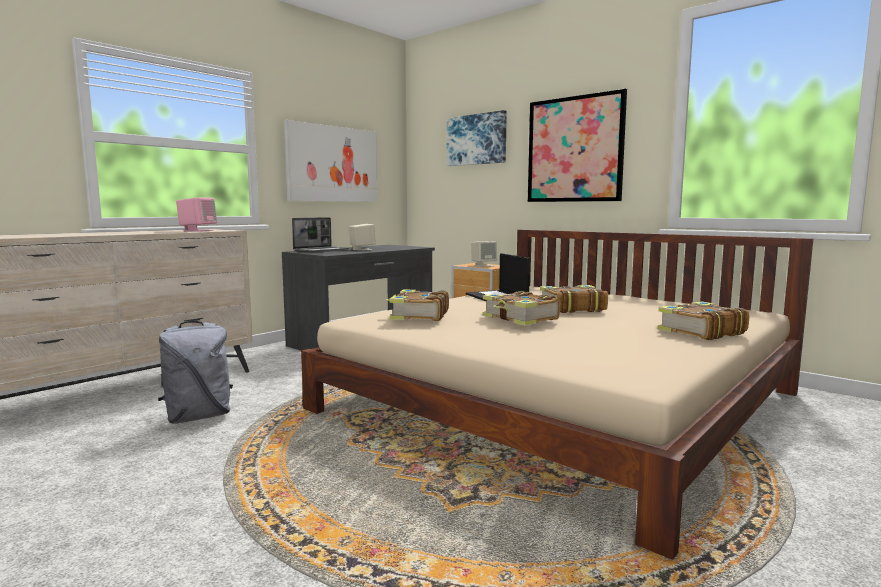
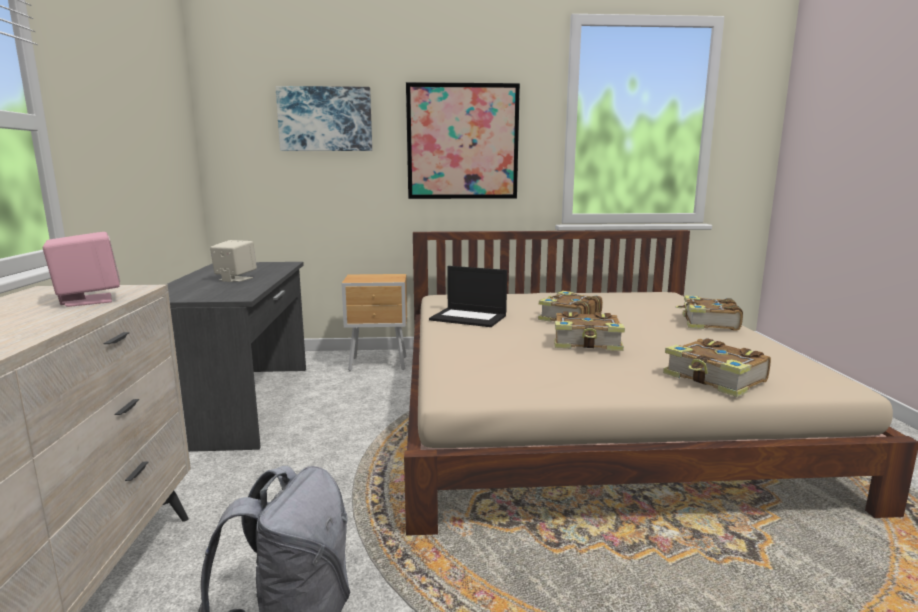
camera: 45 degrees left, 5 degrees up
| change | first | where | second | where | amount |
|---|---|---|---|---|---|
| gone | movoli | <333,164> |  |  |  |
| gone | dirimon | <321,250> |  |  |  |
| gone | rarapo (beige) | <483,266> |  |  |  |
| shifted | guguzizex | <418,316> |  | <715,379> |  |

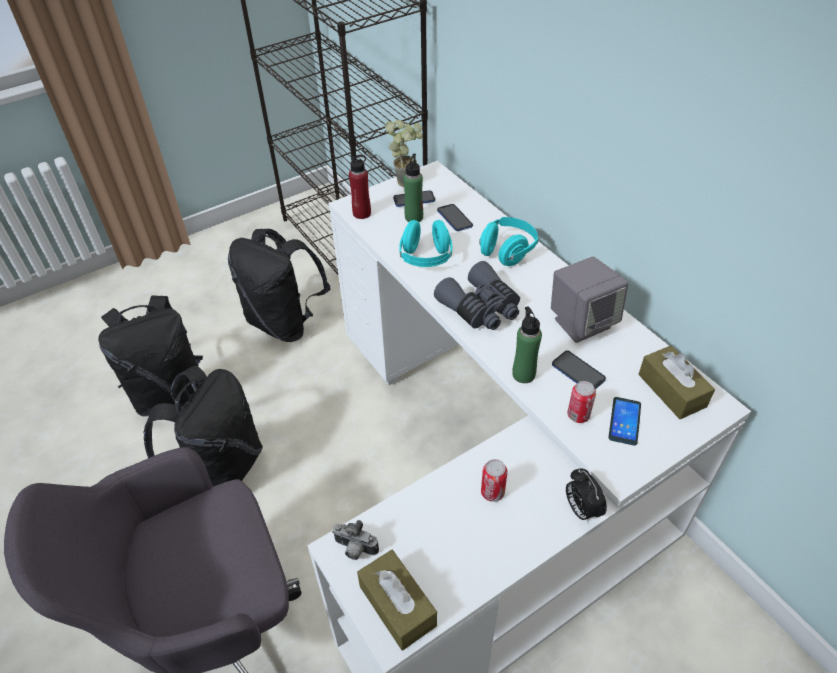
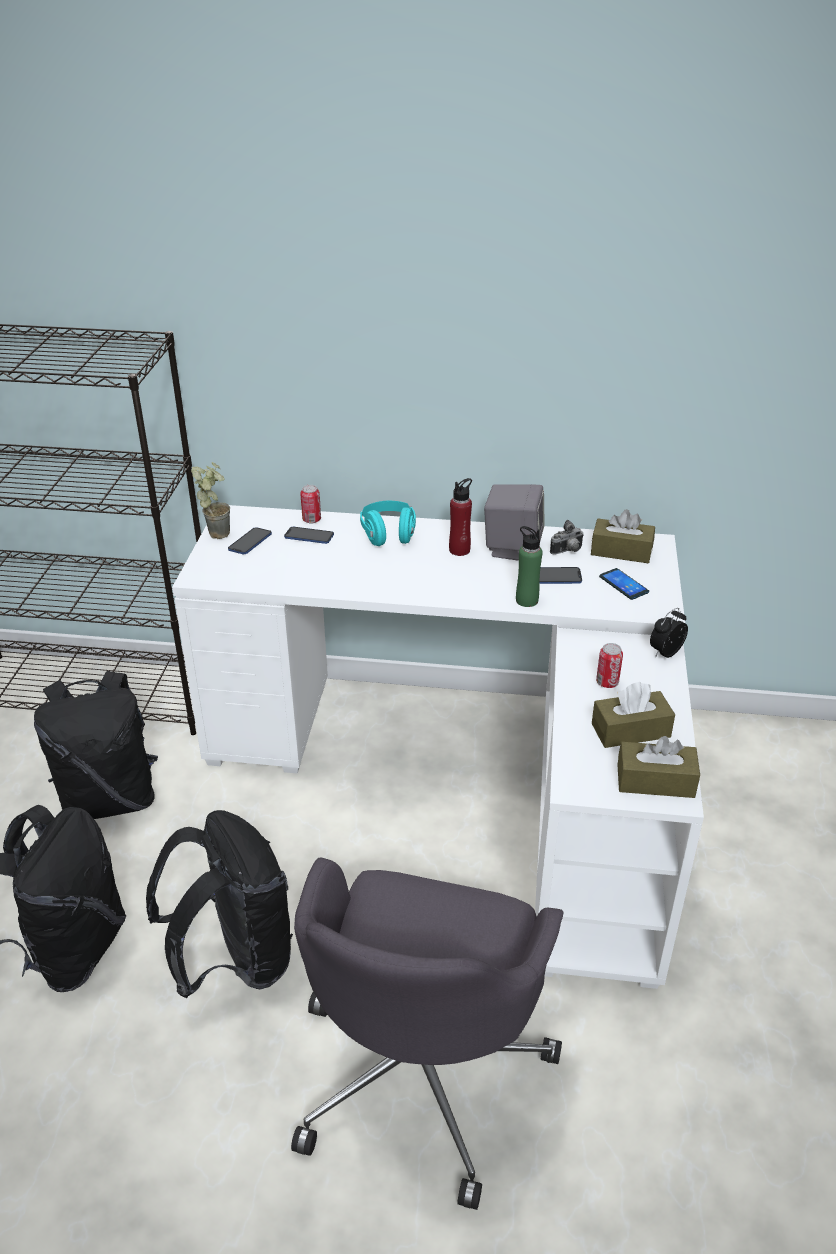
camera: 50 degrees left, 10 degrees down
| change | first | where | second | where | amount |
|---|---|---|---|---|---|
| gone | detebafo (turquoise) | <426,258> |  |  |  |
| gone | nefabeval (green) | <414,217> |  |  |  |
| gone | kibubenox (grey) | <481,308> |  |  |  |
| new |  |  | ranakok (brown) | <630,730> |  |
| shifted | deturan | <354,549> |  | <568,551> |  |
| shifted | nefabeval (red) | <362,213> |  | <459,550> |  |
| shifted | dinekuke | <578,415> |  | <311,520> |  |
| rotated | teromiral | <581,509> |  | <665,652> | 120 degrees clockwise |

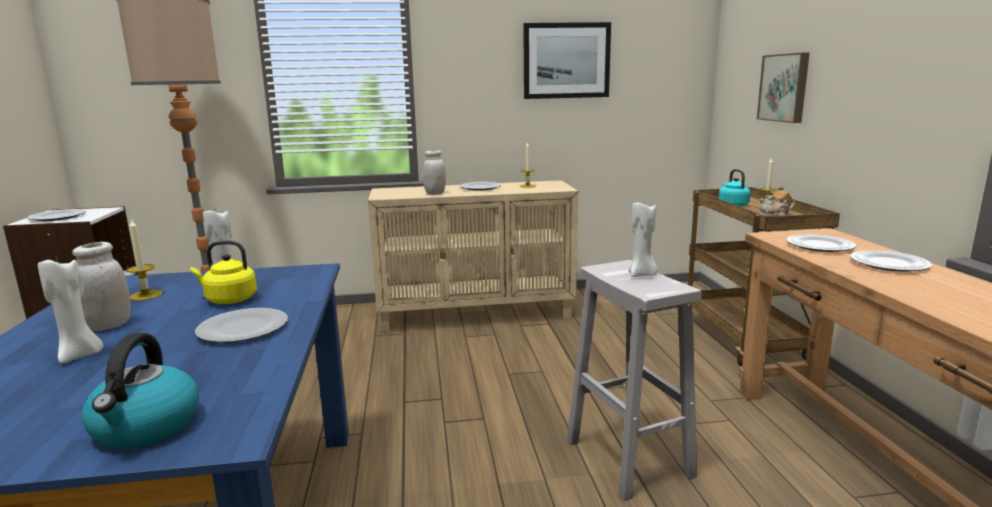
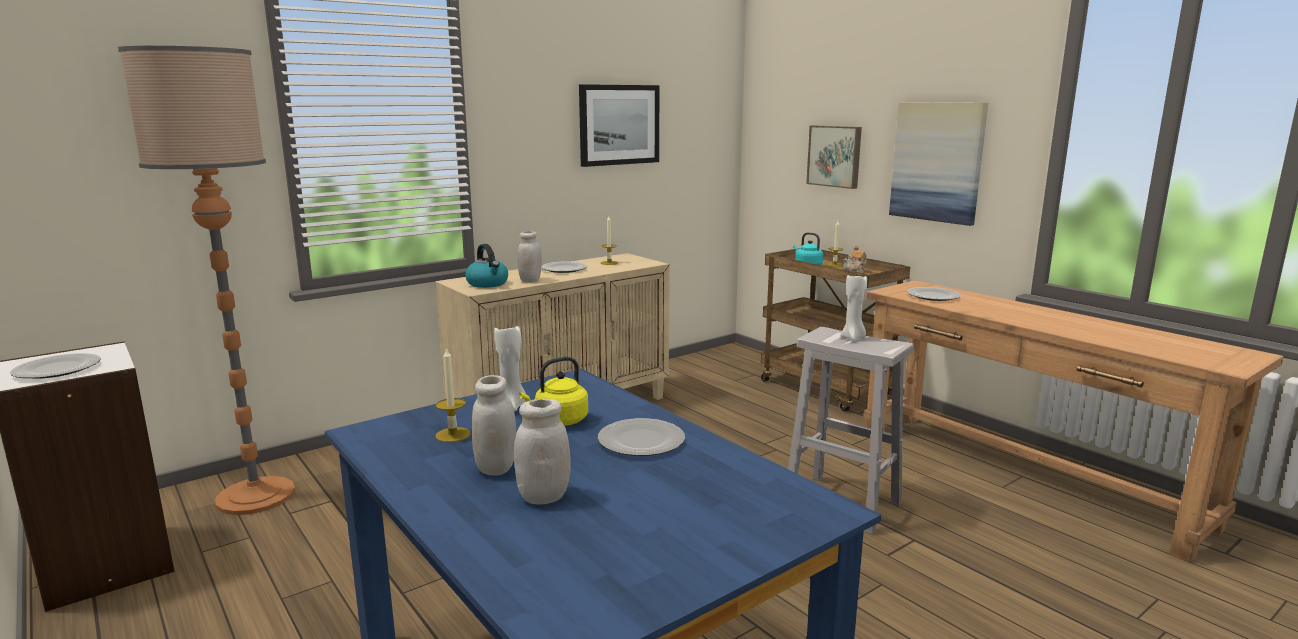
camera: 30 degrees left, 0 degrees up
| change | first | where | second | where | amount |
|---|---|---|---|---|---|
| gone | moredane | <890,264> |  |  |  |
| new |  |  | movoli | <937,162> |  |
| shifted | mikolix | <146,427> |  | <488,284> |  |
| swapped | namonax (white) | <80,355> | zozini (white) | <543,497> |  |

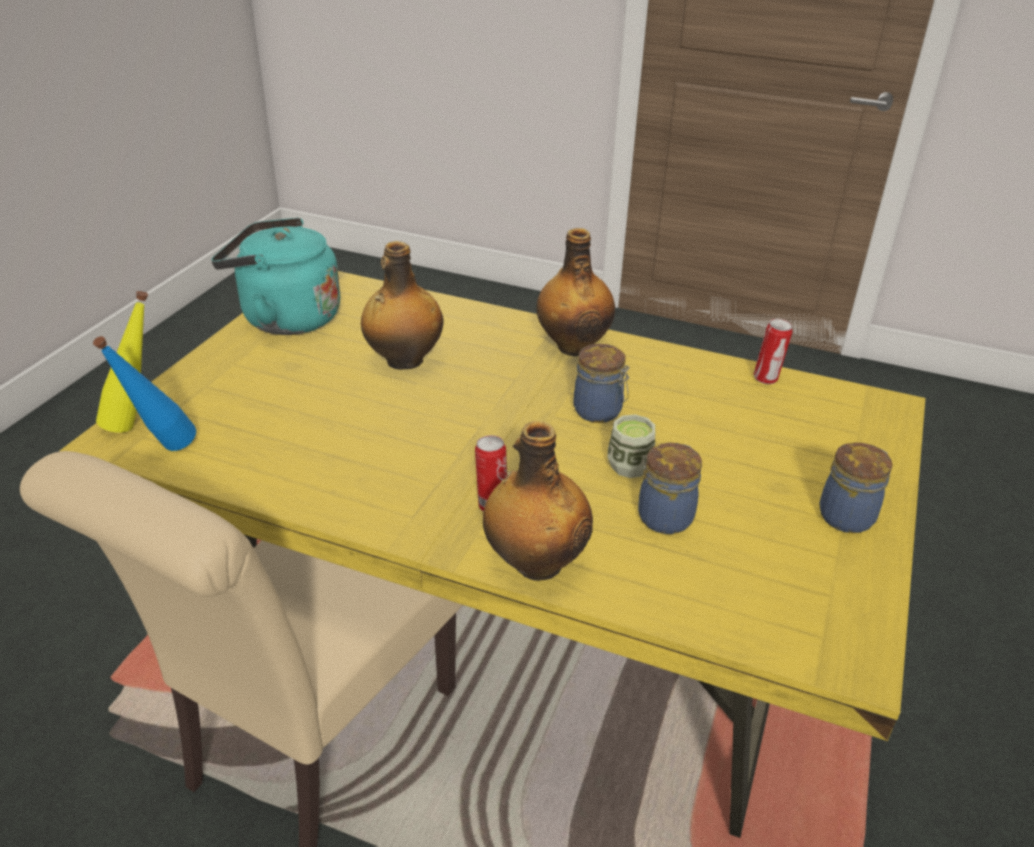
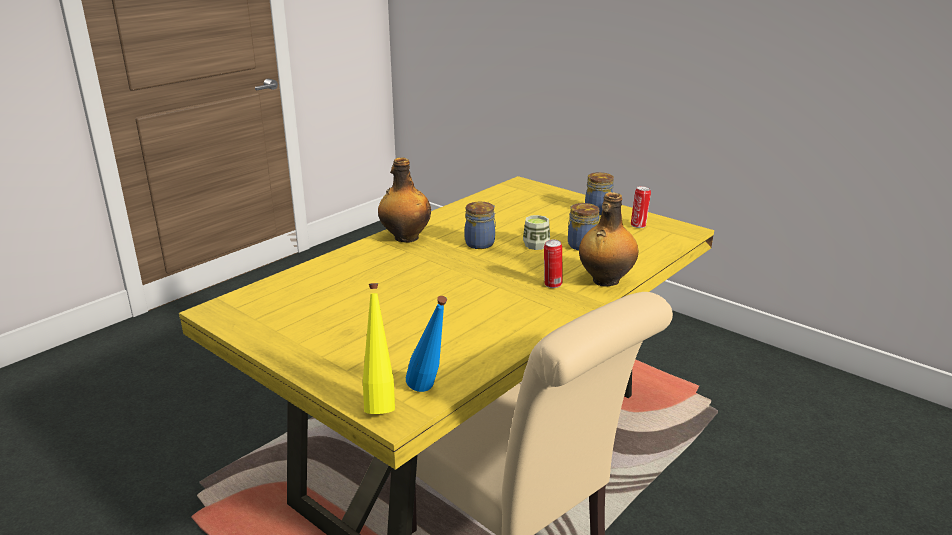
camera: 70 degrees left, 10 degrees down
| change | first | where | second | where | amount |
|---|---|---|---|---|---|
| gone | mikolix (turquoise) | <285,318> |  |  |  |
| gone | nefabeval | <403,361> |  |  |  |
| shifted | dinekuke | <766,379> |  | <638,225> |  |

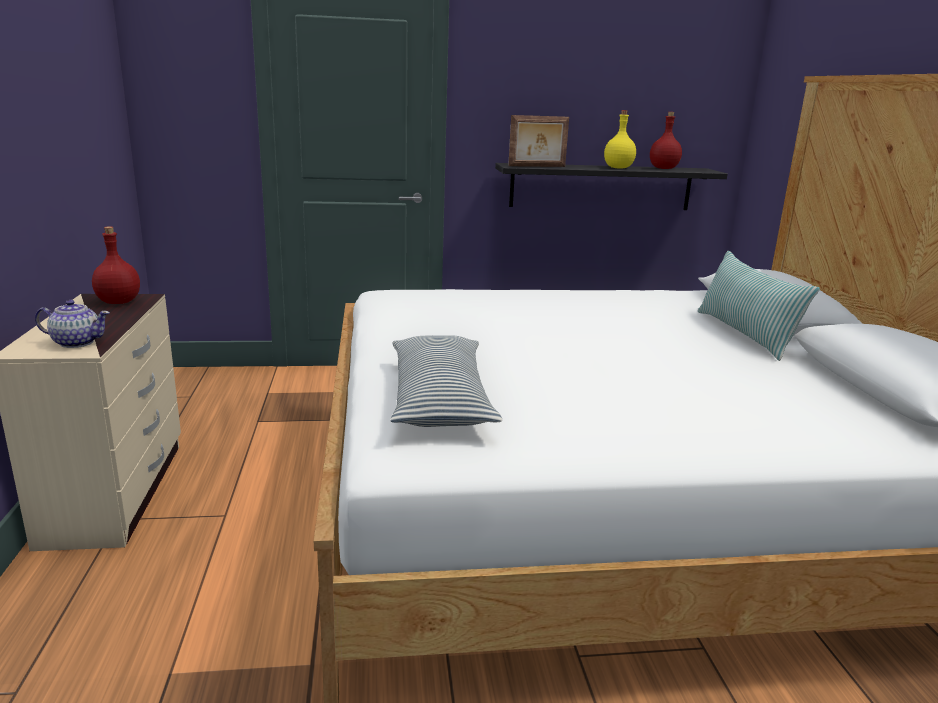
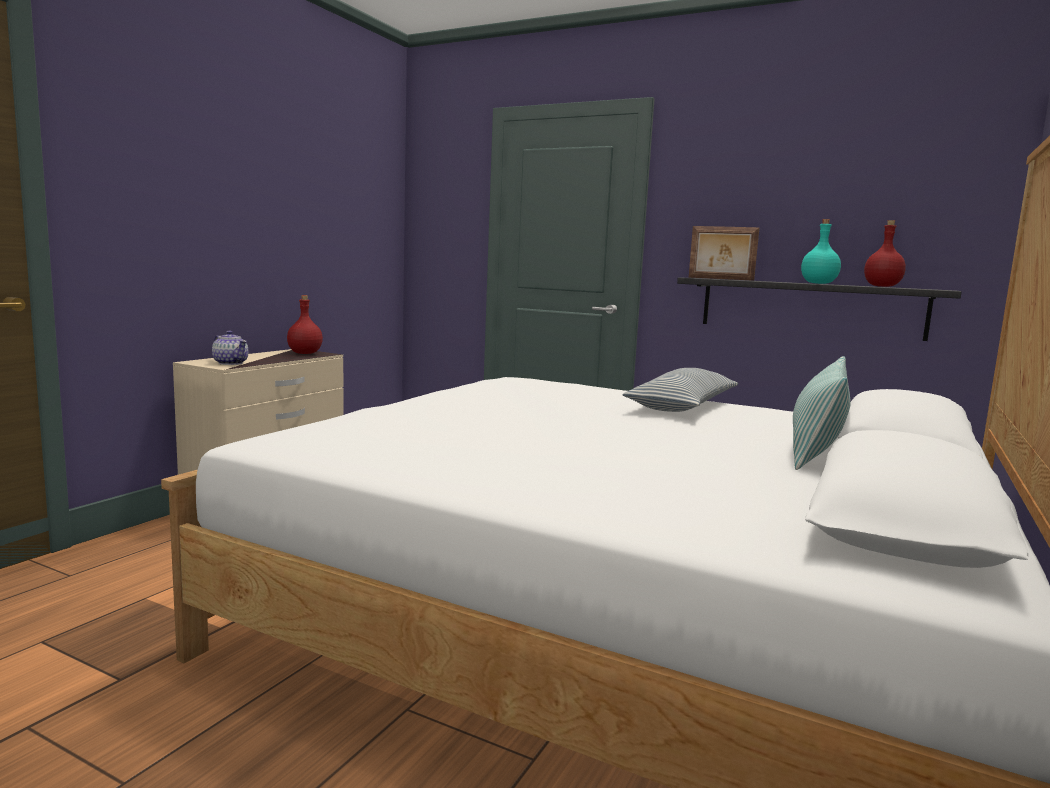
camera: 35 degrees right, 10 degrees down
| change | first | where | second | where | amount |
|---|---|---|---|---|---|
| shifted | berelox | <439,398> |  | <682,406> |  |
| repainted | nefabeval (yellow) | <617,168> | nefabeval (turquoise) | <818,283> |  |

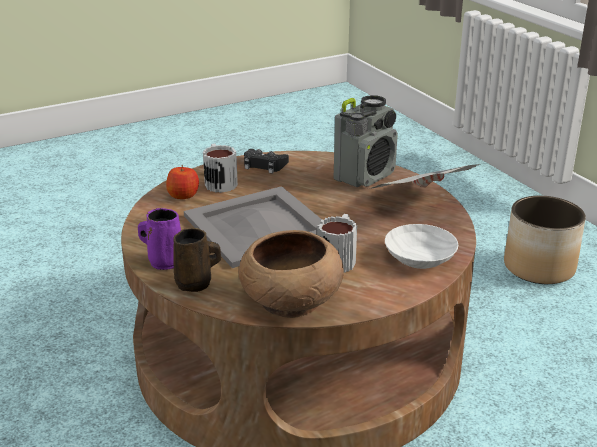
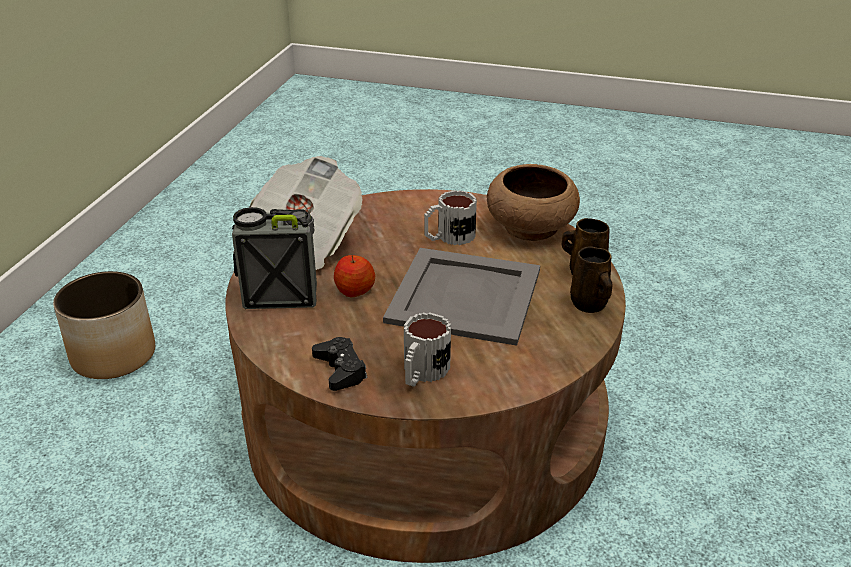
camera: 135 degrees left, 5 degrees up
| change | first | where | second | where | amount |
|---|---|---|---|---|---|
| gone | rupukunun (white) | <421,258> |  |  |  |
| shifted | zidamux | <183,195> |  | <354,290> |  |
| repainted | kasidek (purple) | <164,261> | kasidek (brown) | <589,305> |  |

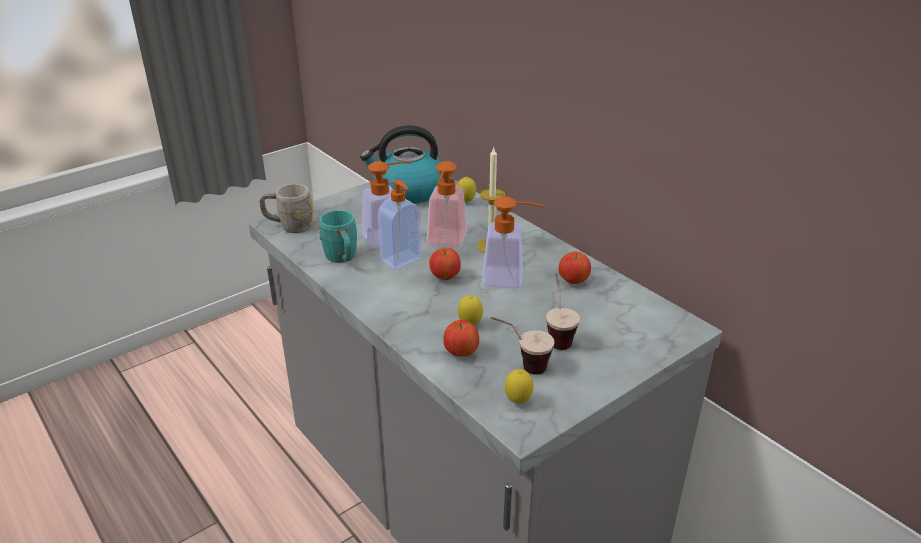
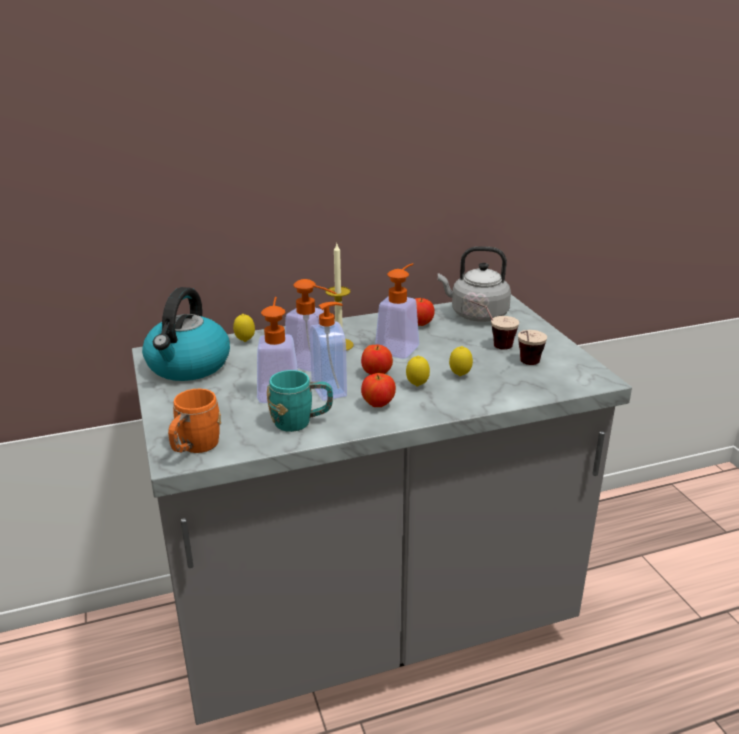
camera: 70 degrees left, 5 degrees down
| change | first | where | second | where | amount |
|---|---|---|---|---|---|
| new |  |  | mikolix (grey) | <476,315> |  |
| shifted | zidamux | <461,353> |  | <378,404> |  |
| shifted | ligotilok | <518,402> |  | <417,386> |  |
| repainted | kasidek (grey) | <289,226> | kasidek (orange) | <195,448> |  |

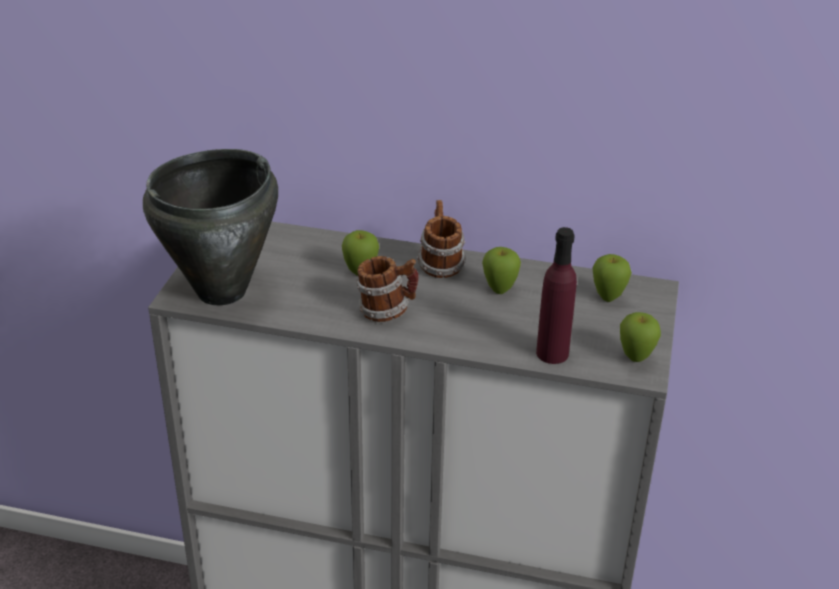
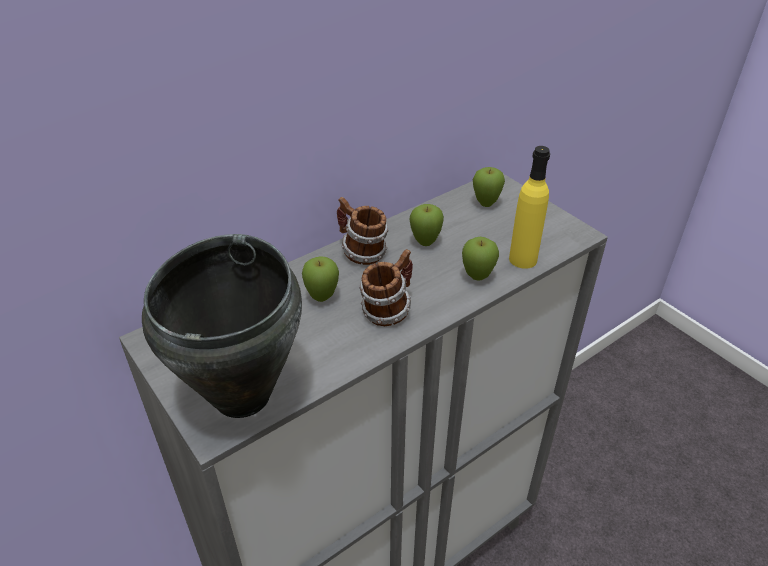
camera: 50 degrees left, 5 degrees up
| change | first | where | second | where | amount |
|---|---|---|---|---|---|
| shifted | zidamux | <635,358> |  | <477,277> |  |
| repainted | nefabeval (purple) | <552,353> | nefabeval (yellow) | <523,259> |  |

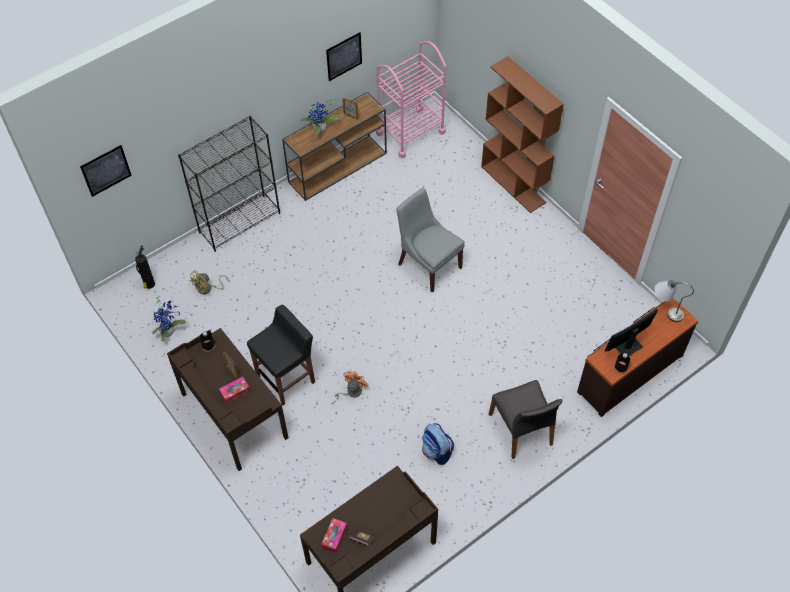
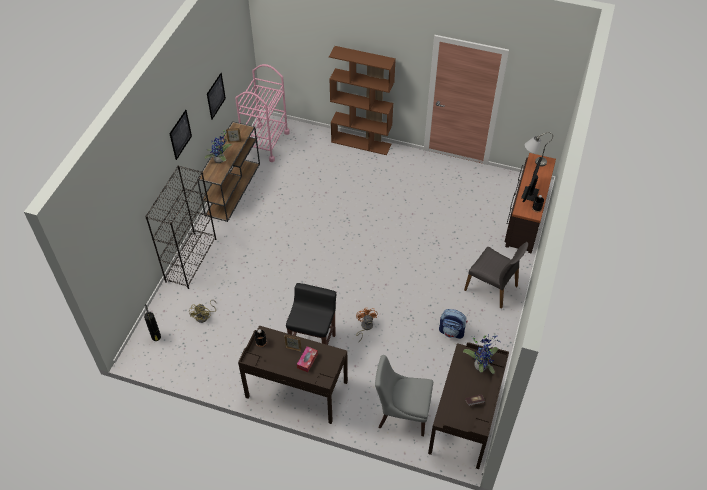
camera: 35 degrees left, 5 degrees down
| change | first | where | second | where | amount |
|---|---|---|---|---|---|
| gone | ranakok | <334,537> |  |  |  |
| shifted | movoli | <106,170> |  | <180,134> |  |
| shifted | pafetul | <169,331> |  | <481,365> |  |
| shifted | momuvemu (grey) | <428,264> |  | <401,413> |  |

